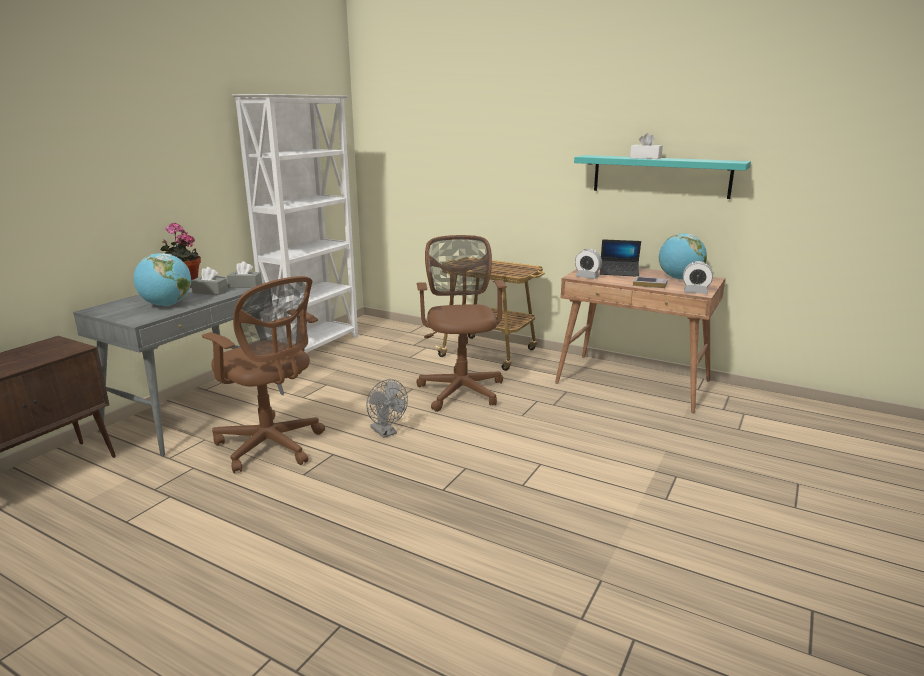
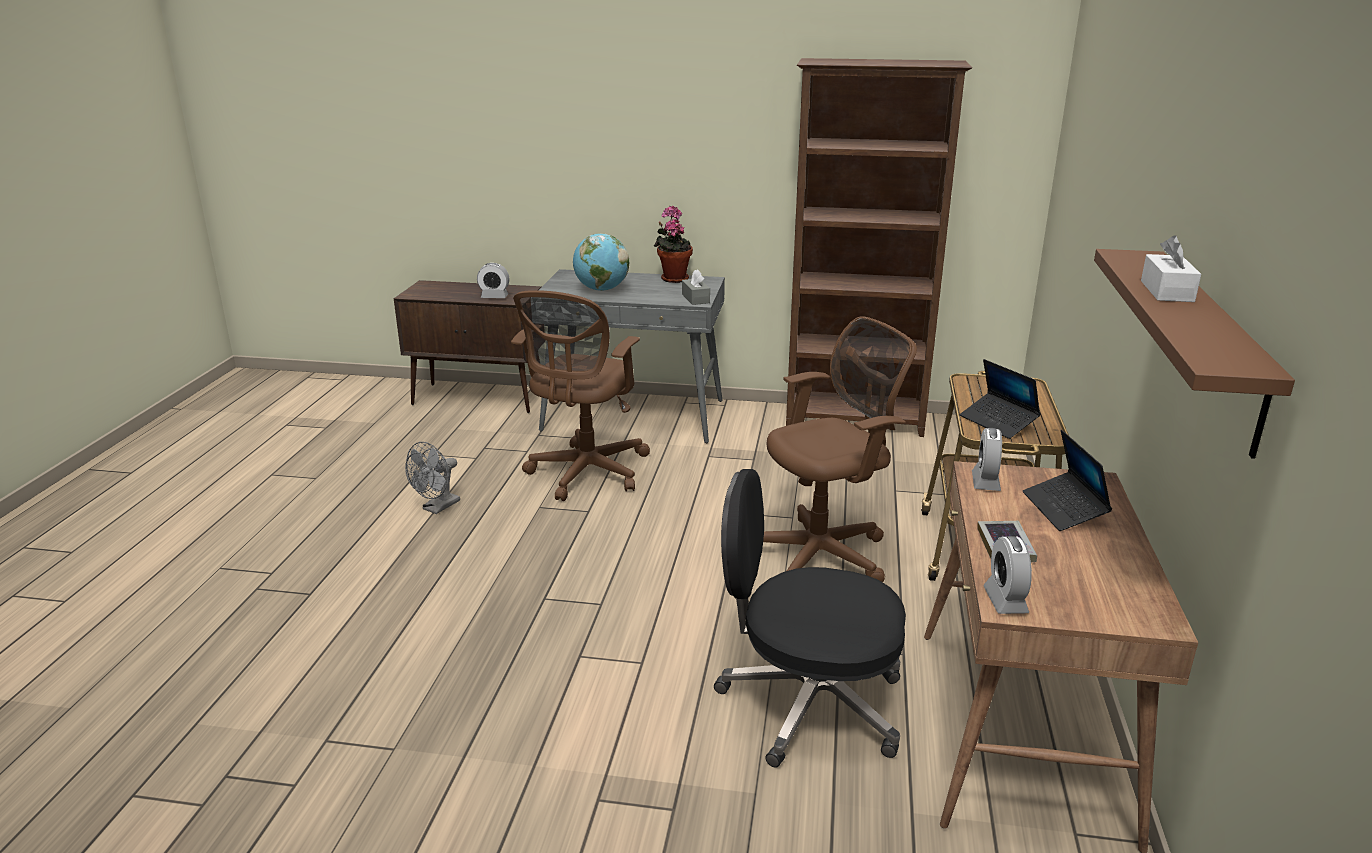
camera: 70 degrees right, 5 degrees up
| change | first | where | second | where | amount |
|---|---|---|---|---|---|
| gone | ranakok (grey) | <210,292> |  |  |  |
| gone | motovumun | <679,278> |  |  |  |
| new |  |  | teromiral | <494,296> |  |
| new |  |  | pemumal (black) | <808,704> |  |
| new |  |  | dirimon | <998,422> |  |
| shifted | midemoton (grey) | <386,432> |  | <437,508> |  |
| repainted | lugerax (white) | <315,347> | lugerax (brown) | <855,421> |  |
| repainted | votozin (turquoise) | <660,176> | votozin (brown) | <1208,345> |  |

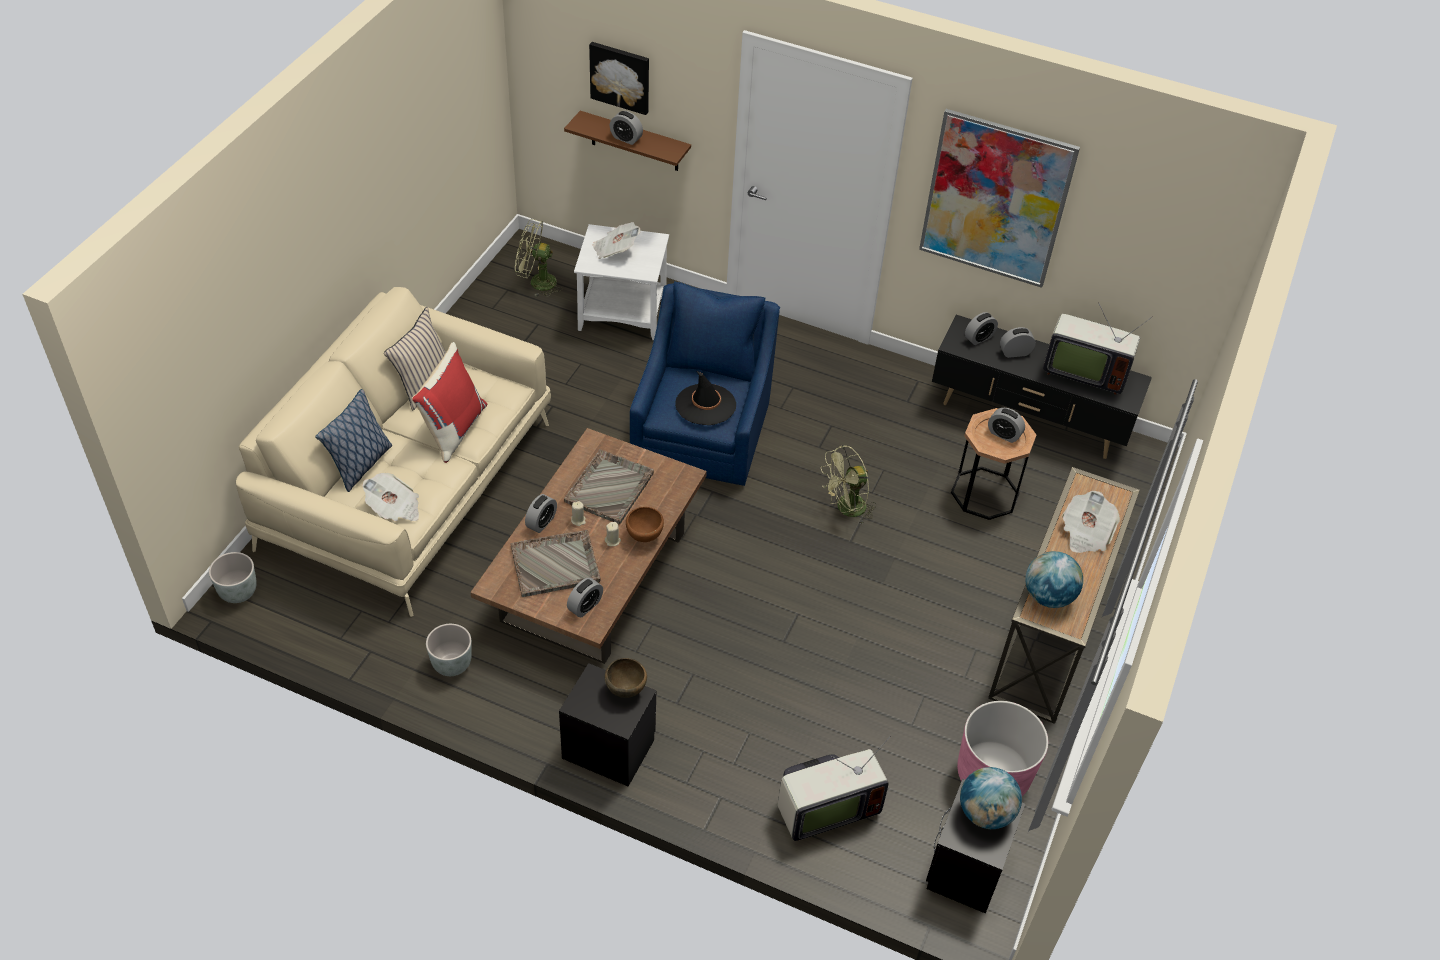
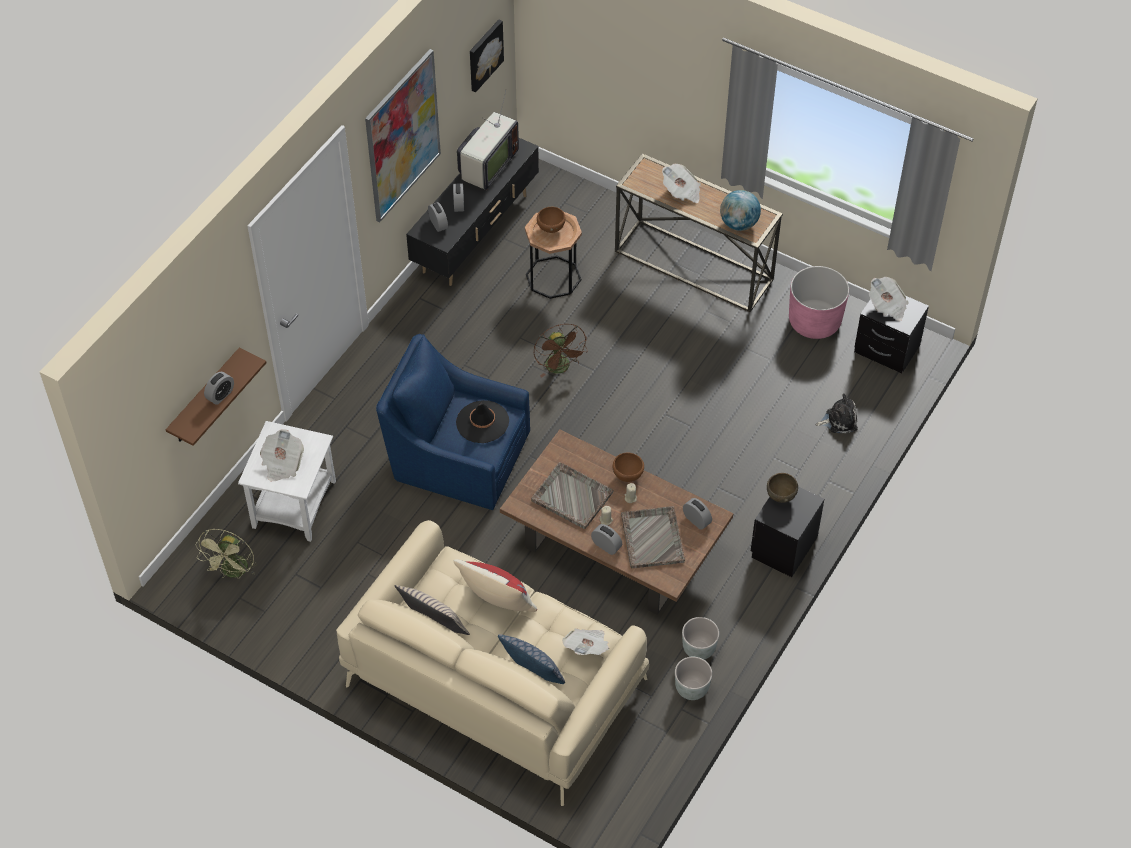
camera: 80 degrees left, 5 degrees up
| change | first | where | second | where | amount |
|---|---|---|---|---|---|
| shifted | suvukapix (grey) | <238,592> |  | <691,689> |  |
| shifted | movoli | <620,76> |  | <484,54> |  |
| swapped | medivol | <825,808> | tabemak | <839,420> |  |
| swapped | motovumun | <985,813> | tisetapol | <887,306> |  |
| swapped | teromiral | <1004,434> | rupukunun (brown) | <551,229> |  |
| repainted | midemoton (green) | <846,509> | midemoton (brown) | <560,368> |  |

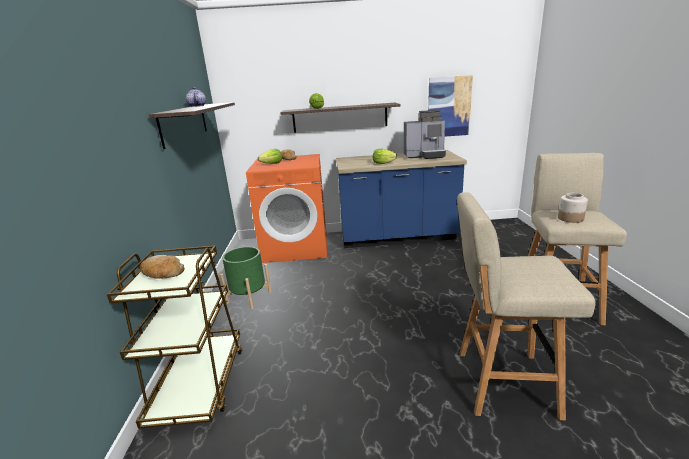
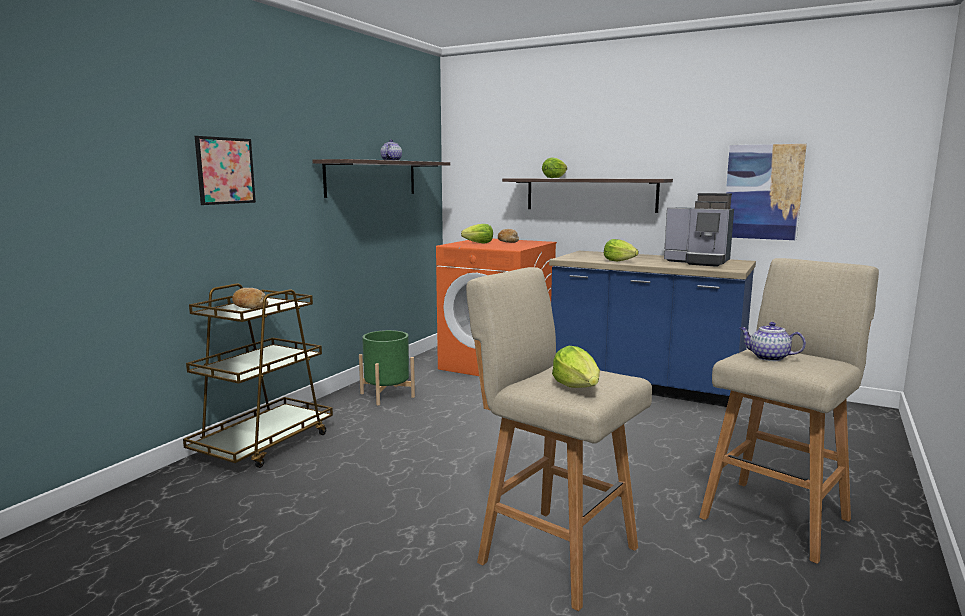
camera: 30 degrees right, 10 degrees down
| change | first | where | second | where | amount |
|---|---|---|---|---|---|
| new |  |  | movoli | <225,171> |  |
| new |  |  | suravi | <577,387> |  |
| swapped | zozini | <570,218> | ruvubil | <768,357> |  |

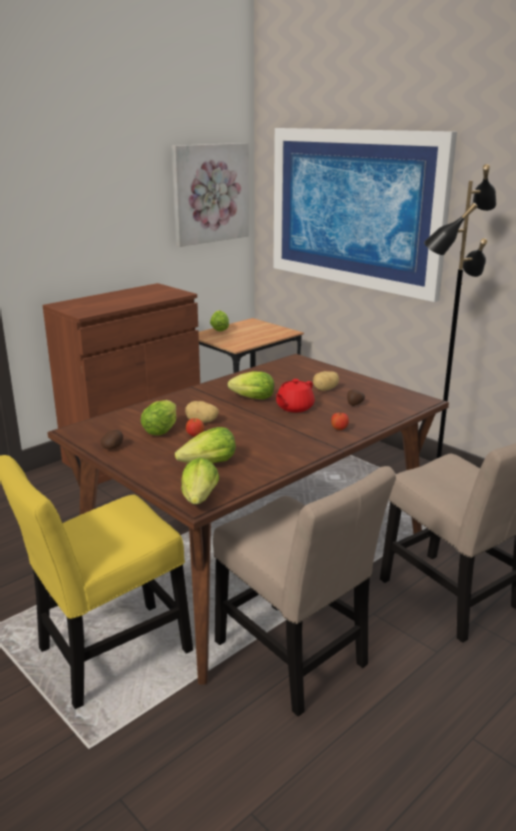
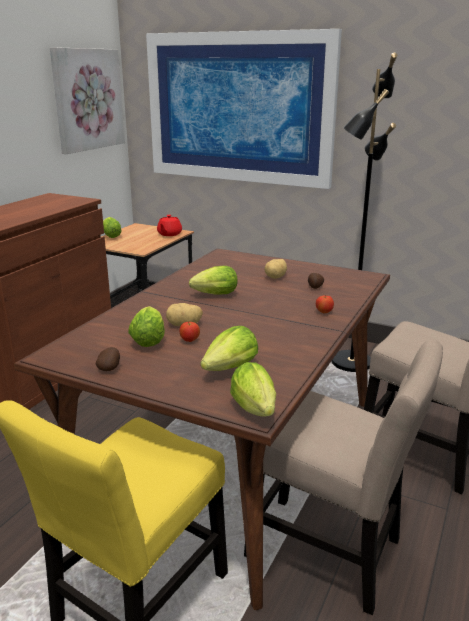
camera: 20 degrees left, 0 degrees up
| change | first | where | second | where | amount |
|---|---|---|---|---|---|
| shifted | ruvubil (red) | <294,408> |  | <169,234> |  |

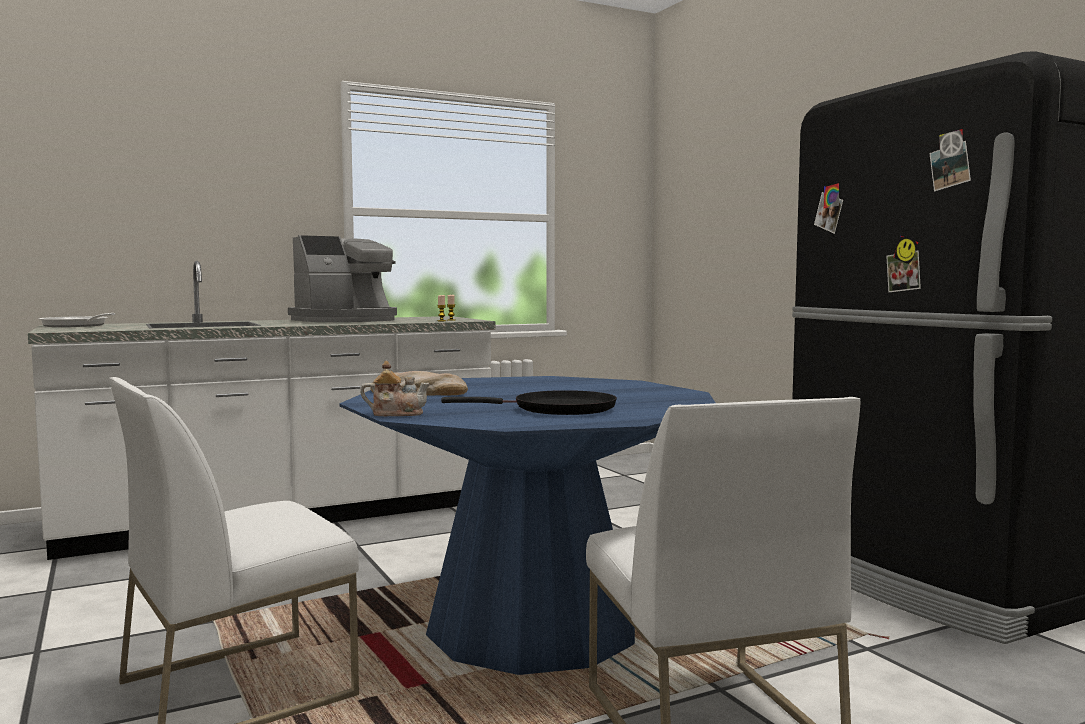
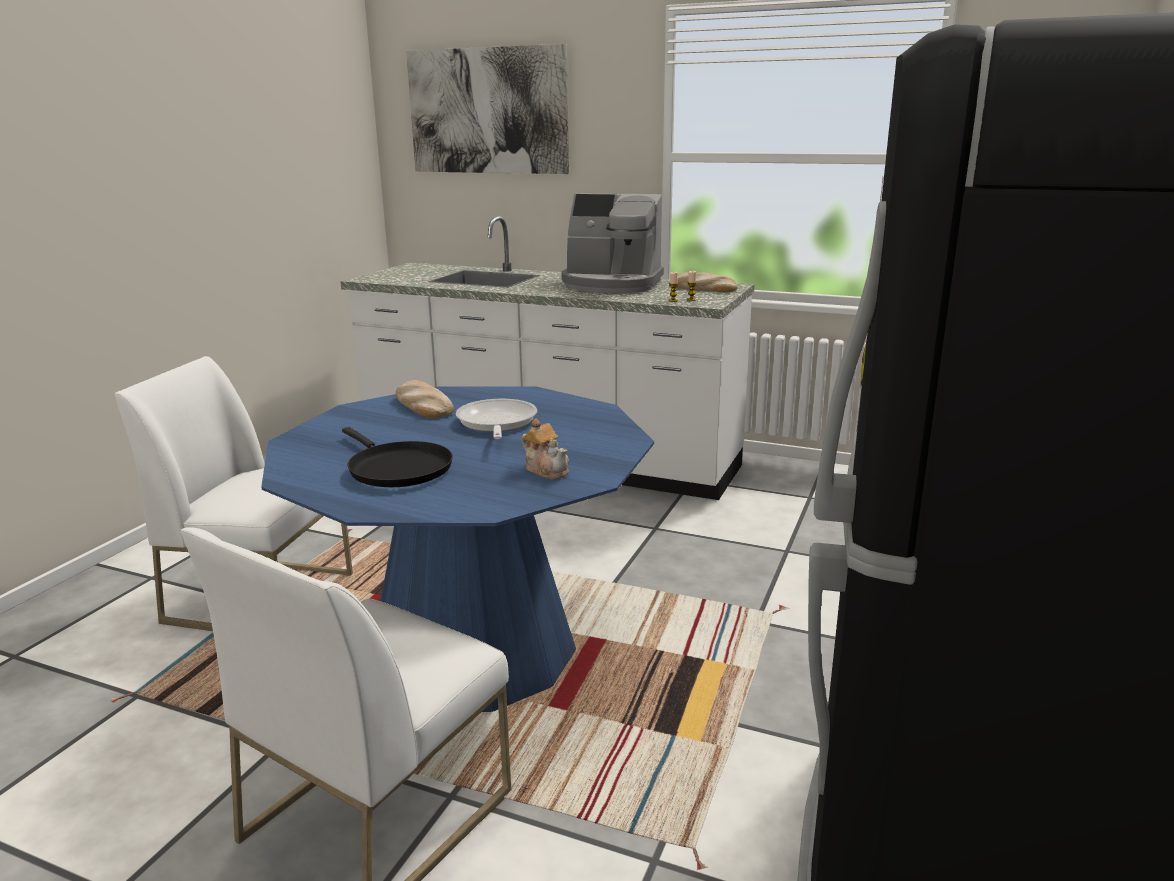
camera: 50 degrees right, 15 degrees up
| change | first | where | second | where | amount |
|---|---|---|---|---|---|
| new |  |  | movoli | <487,111> |  |
| new |  |  | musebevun | <702,288> |  |
| shifted | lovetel | <77,326> |  | <496,424> |  |
| shifted | ruvubil | <396,413> |  | <546,470> |  |

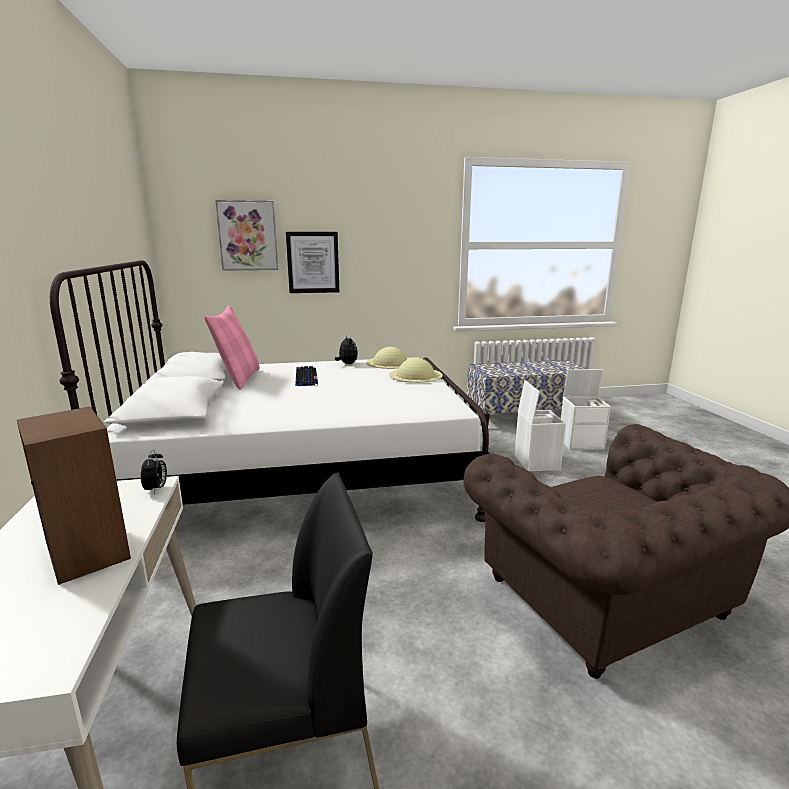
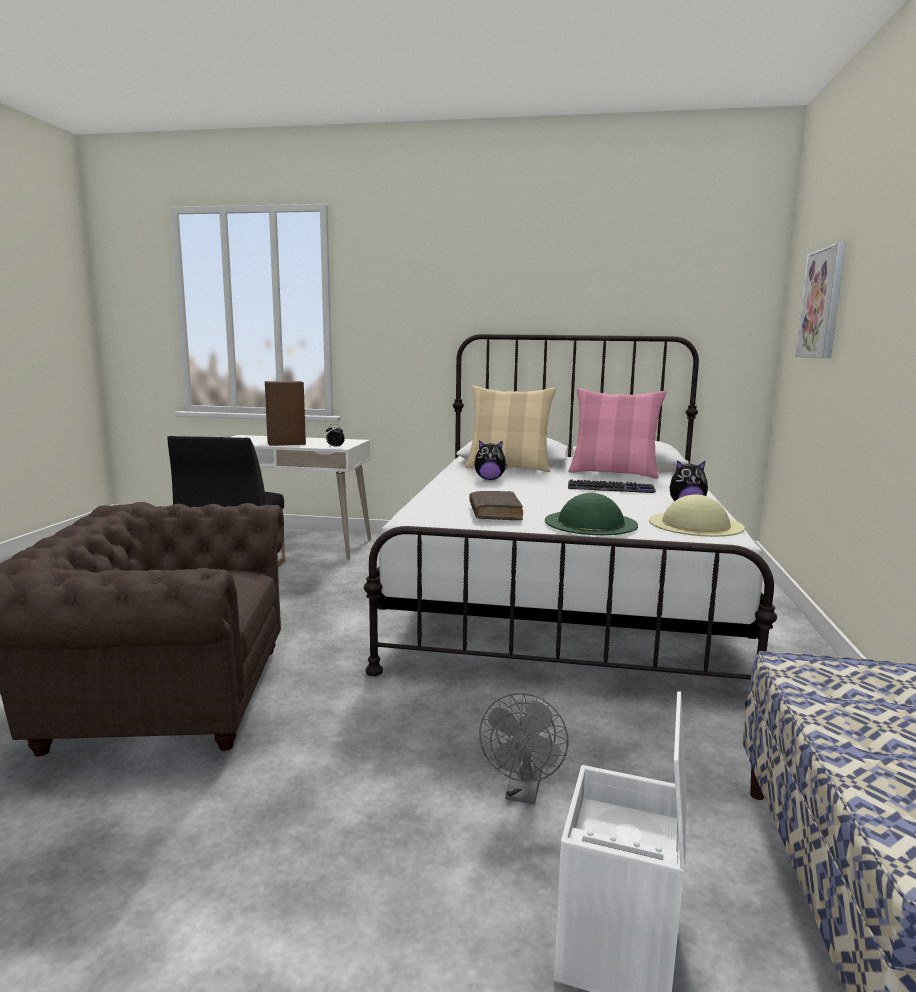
camera: 110 degrees right, 5 degrees down
| change | first | where | second | where | amount |
|---|---|---|---|---|---|
| gone | movoli | <313,262> |  |  |  |
| new |  |  | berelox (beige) | <508,467> |  |
| new |  |  | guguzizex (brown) | <495,513> |  |
| new |  |  | tabemak | <489,479> |  |
| swapped | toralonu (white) | <535,462> | midemoton (grey) | <523,793> |  |
| repainted | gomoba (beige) | <415,375> | gomoba (green) | <590,522> |  |

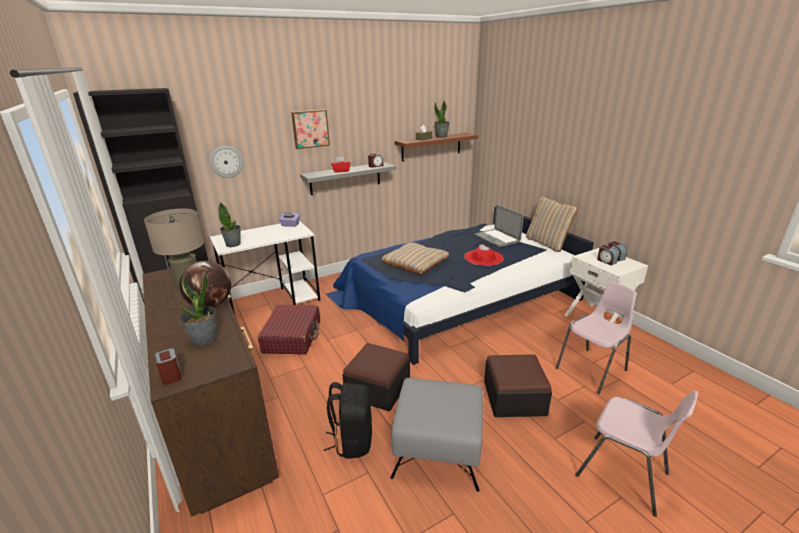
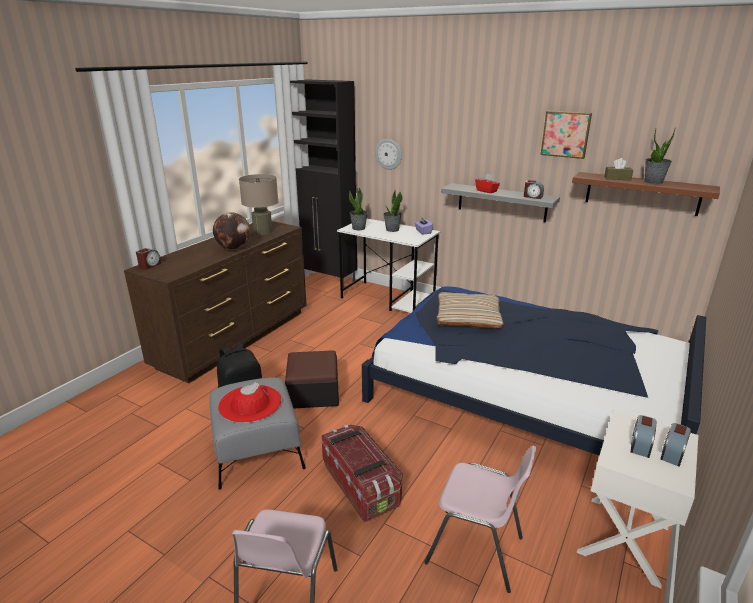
camera: 60 degrees right, 0 degrees up
| change | first | where | second | where | amount |
|---|---|---|---|---|---|
| gone | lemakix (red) | <292,337> |  |  |  |
| gone | dirimon | <497,238> |  |  |  |
| gone | berelox (beige) | <547,243> |  |  |  |
| shifted | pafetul | <204,339> |  | <392,229> |  |
| shifted | movoli | <310,129> |  | <566,134> |  |
| shifted | gomoba (red) | <483,258> |  | <250,403> |  |
| swapped | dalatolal | <514,398> | toralonu | <361,485> |  |

